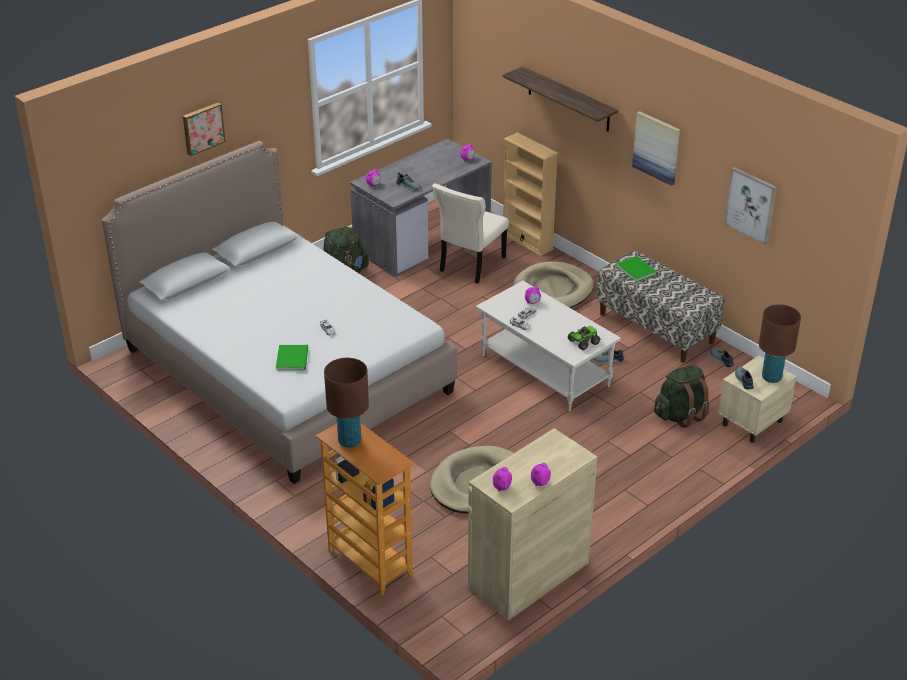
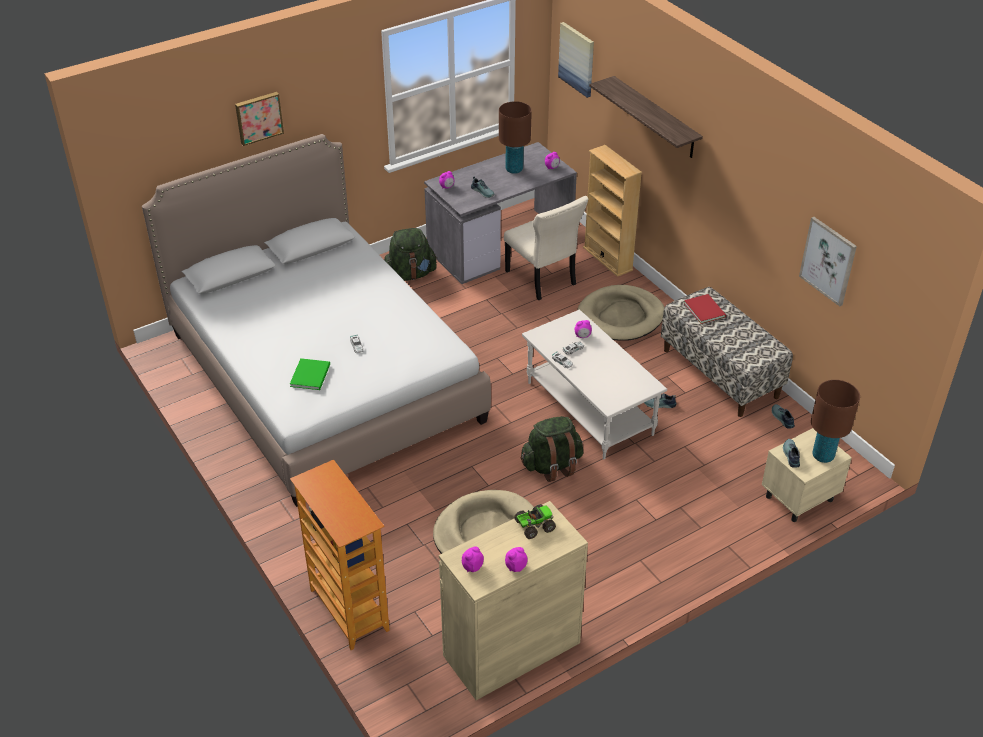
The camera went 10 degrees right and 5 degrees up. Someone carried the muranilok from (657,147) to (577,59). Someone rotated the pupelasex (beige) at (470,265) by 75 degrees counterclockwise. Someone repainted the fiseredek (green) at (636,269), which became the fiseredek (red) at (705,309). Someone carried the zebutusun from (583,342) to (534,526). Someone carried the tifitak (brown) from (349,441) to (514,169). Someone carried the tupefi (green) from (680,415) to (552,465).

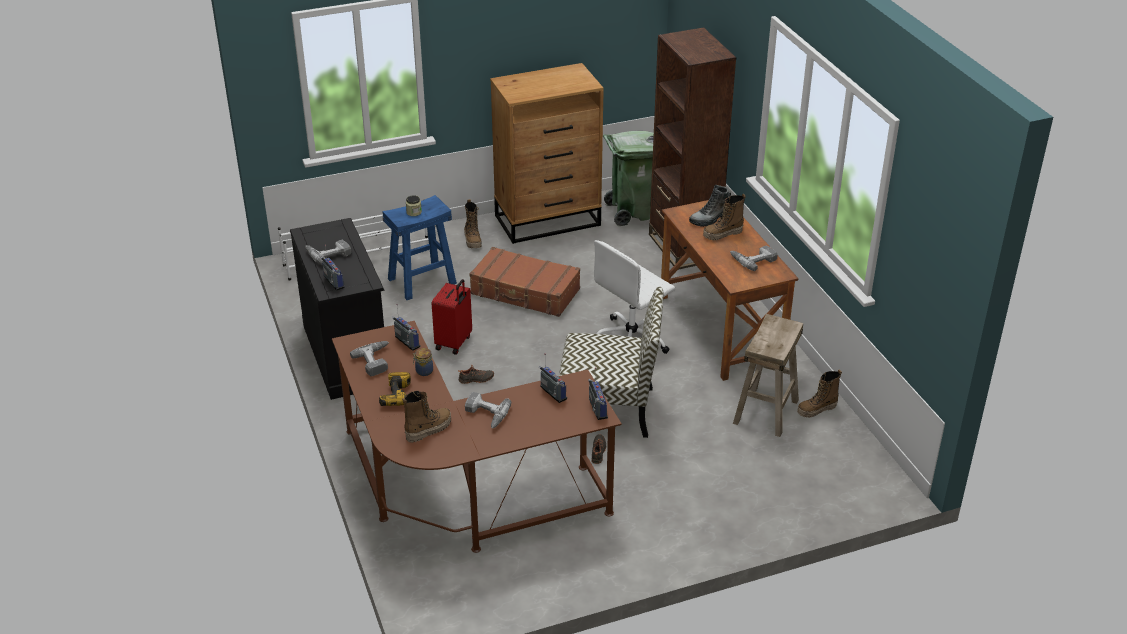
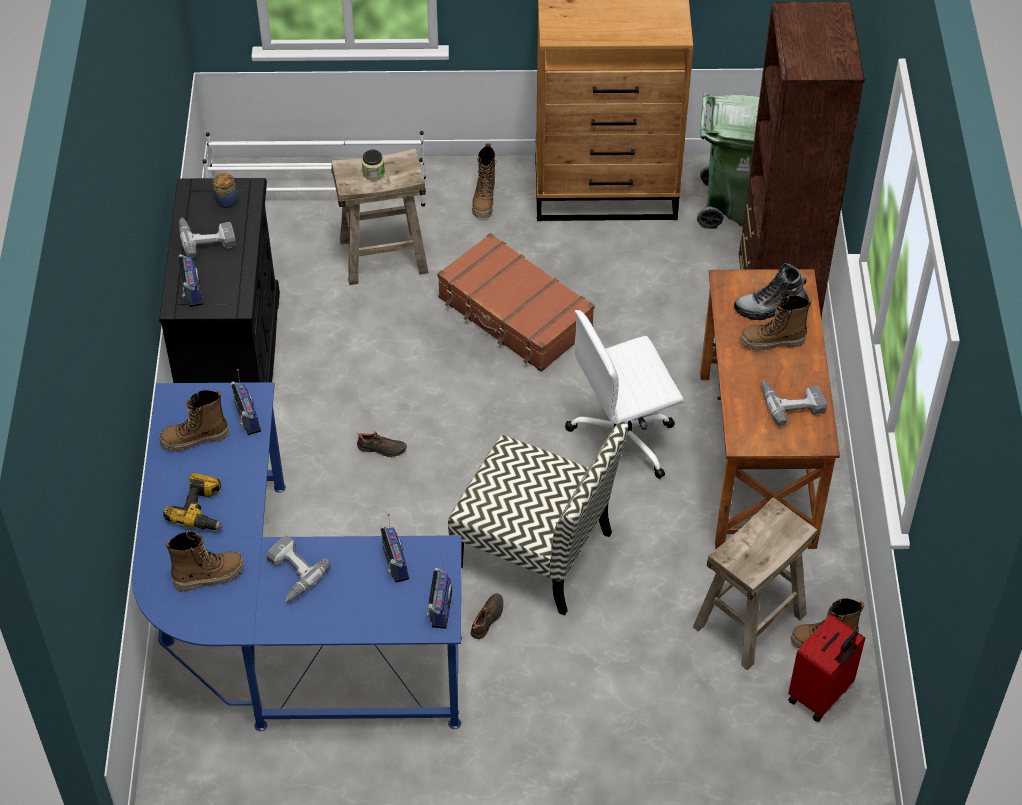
The camera went 20 degrees right and 15 degrees up. Someone repainted the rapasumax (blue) at (422,281), which became the rapasumax (beige) at (384,256). Someone carried the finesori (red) from (454,343) to (821,695). Someone repainted the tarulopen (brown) at (460,492), which became the tarulopen (blue) at (280,629). Someone swapped the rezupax at (376,361) for the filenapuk at (195,439). Someone carried the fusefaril from (423,371) to (226,200).

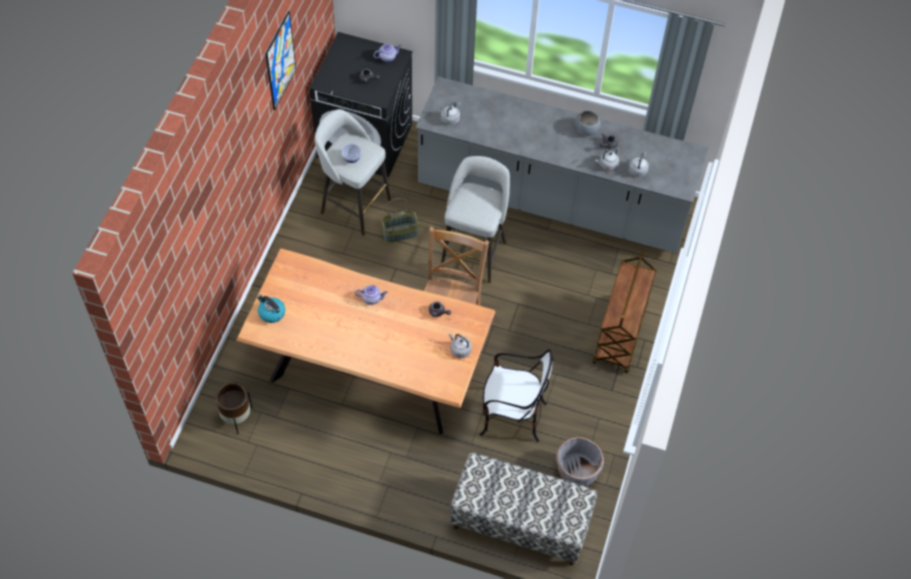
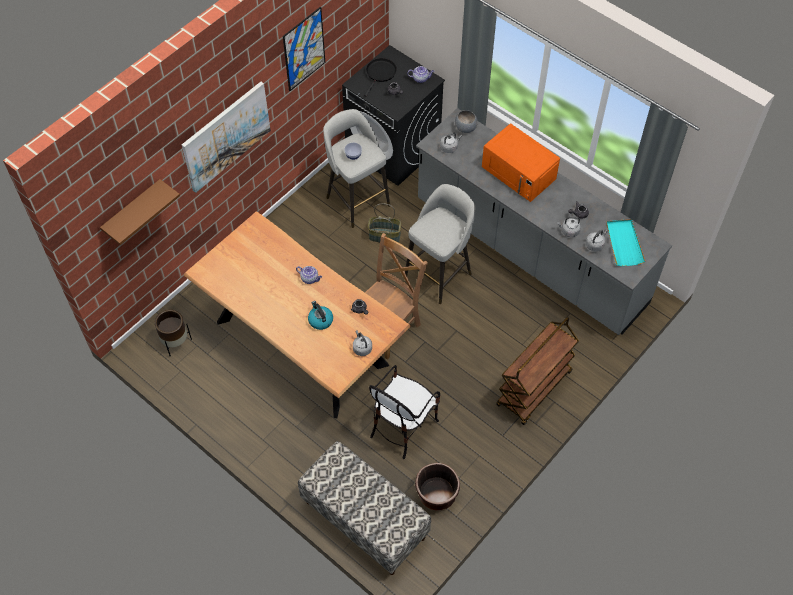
The camera went 25 degrees right and 0 degrees up. Someone carried the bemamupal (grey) from (587,130) to (465,128). Someone carried the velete from (271,313) to (320,320). Someone rotated the pupelasex at (512,417) by 90 degrees clockwise. Someone repainted the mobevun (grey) at (577,471), which became the mobevun (brown) at (436,494). Someone put down the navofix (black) at (380,73). Someone put up the muranilok at (226,136). Someone put down the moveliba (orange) at (519,173). Someone put up the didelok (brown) at (133,211). Someone put down the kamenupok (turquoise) at (623,243).

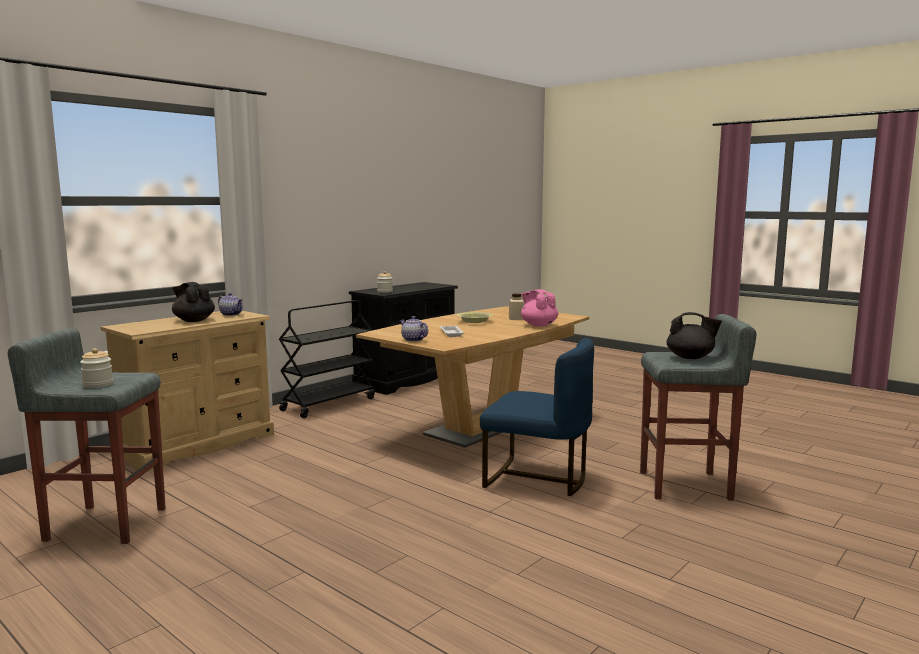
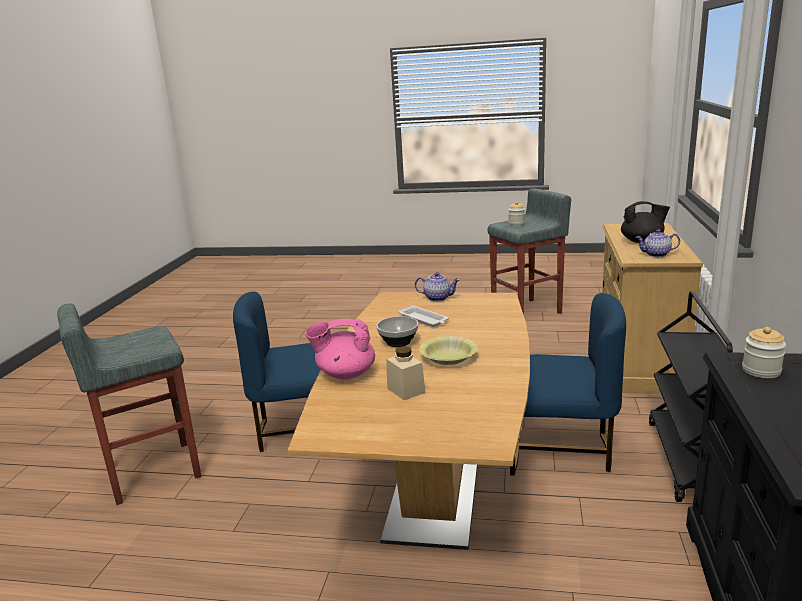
The camera went 150 degrees right and 10 degrees up. Someone rotated the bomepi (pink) at (538,325) by 150 degrees clockwise. Someone took away the bomepi (black) at (691,357). Someone put down the pupelasex (blue) at (559,450). Someone put down the bemamupal at (398,342).

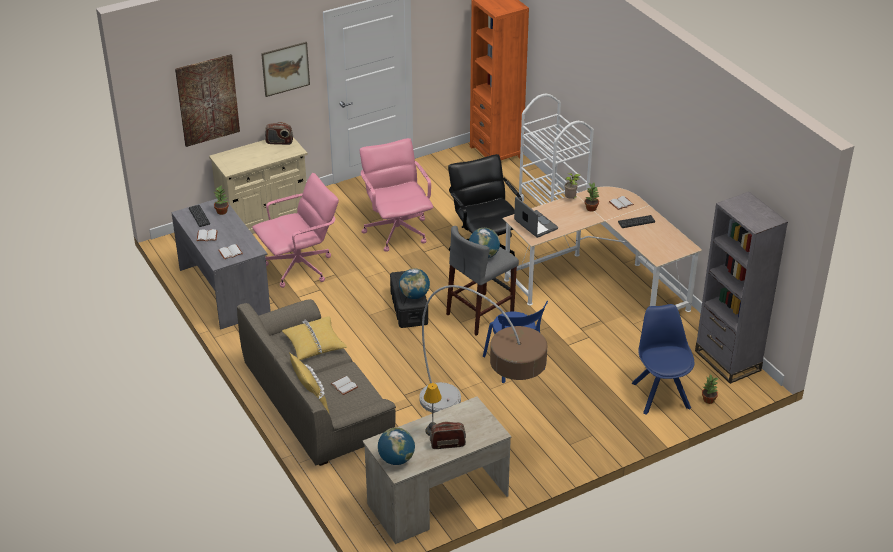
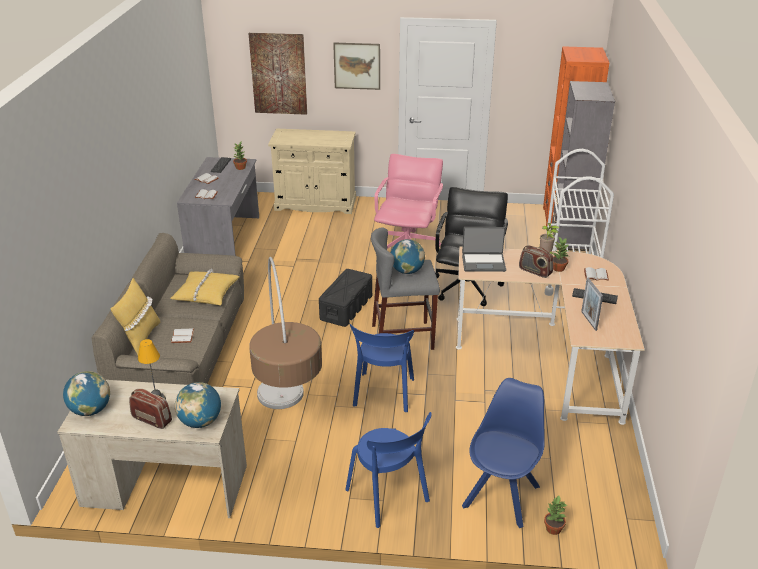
The camera went 35 degrees right and 5 degrees down. Someone carried the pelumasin from (279,142) to (535,271). Someone took away the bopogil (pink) at (300,268). Someone carried the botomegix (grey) from (727,360) to (569,245). Someone rotated the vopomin at (535,225) by 90 degrees clockwise. Someone carried the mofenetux from (414,295) to (200,422). Someone put down the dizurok at (589,321). Someone put down the pupelasex (blue) at (389,498).

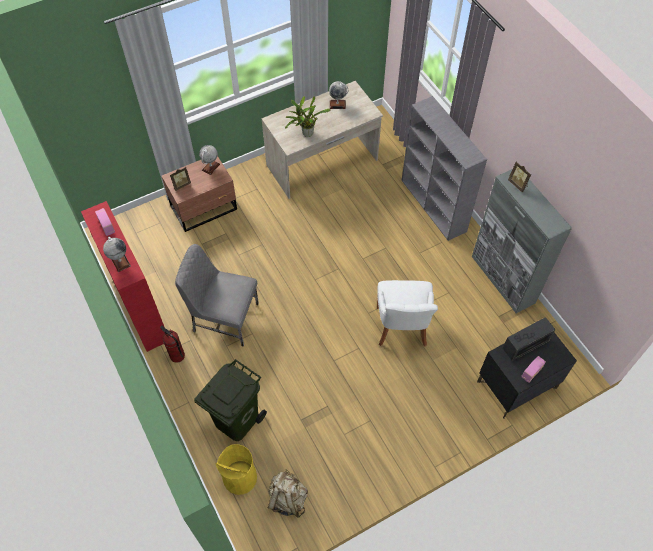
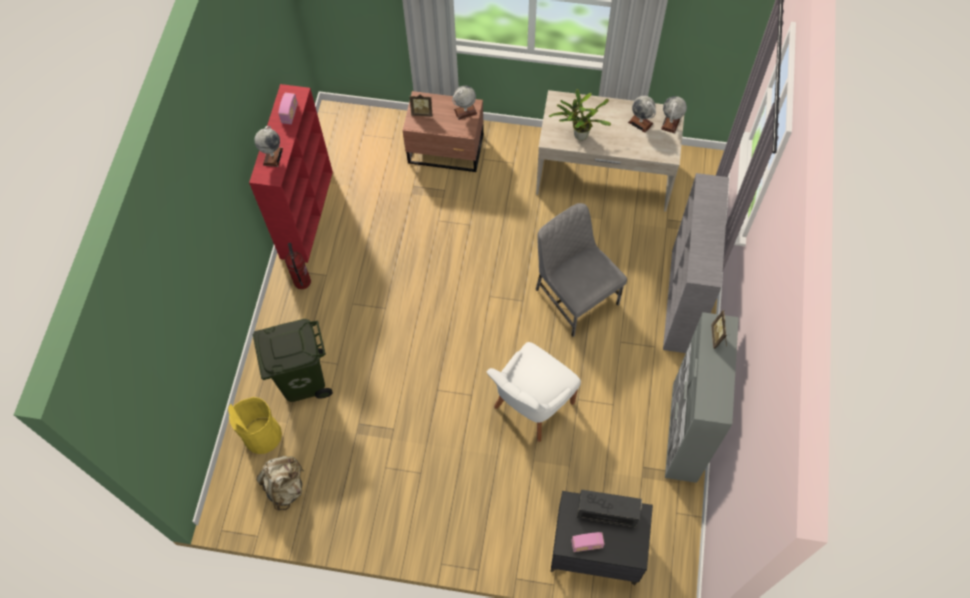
The camera went 40 degrees right and 5 degrees up. Someone carried the pupelasex (grey) from (224,318) to (575,296). Someone put down the mofenetux at (670,123).

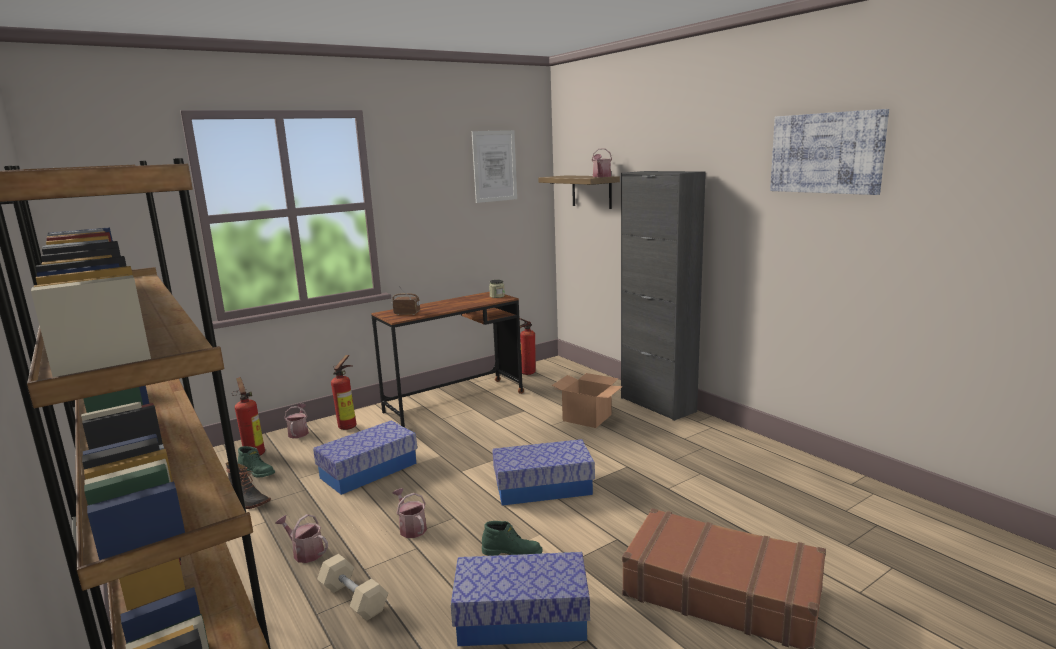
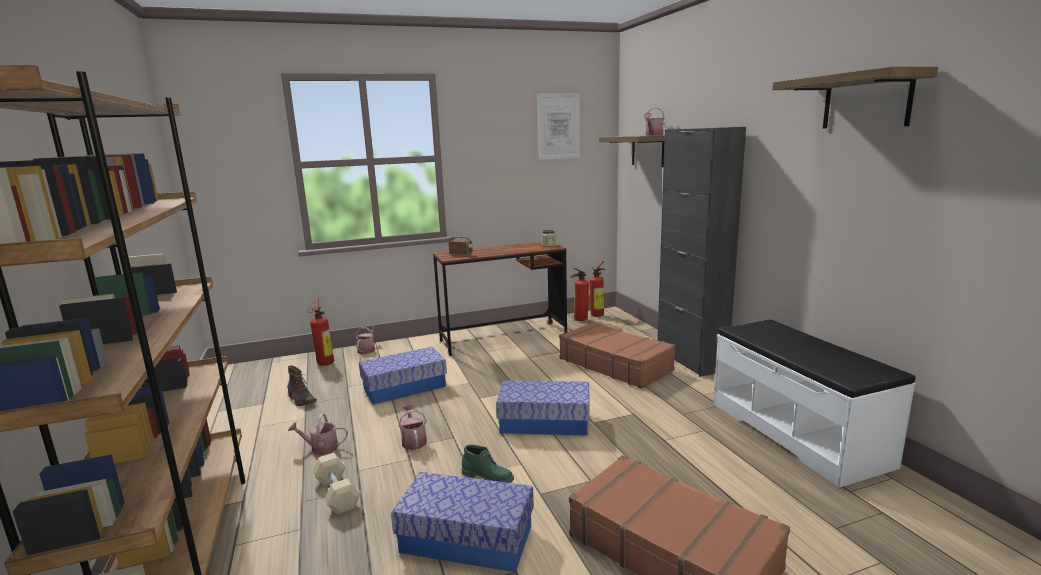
The camera went 15 degrees right and 0 degrees up. Someone swapped the muranilok at (826,153) for the didelok at (866,101). Someone carried the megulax from (349,426) to (598,314). Someone swapped the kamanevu at (586,418) for the finesori (brown) at (615,364). Someone took away the filenapuk (green) at (257,472). Someone rotated the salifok at (305,552) by 45 degrees counterclockwise. Someone put down the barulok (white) at (797,432).

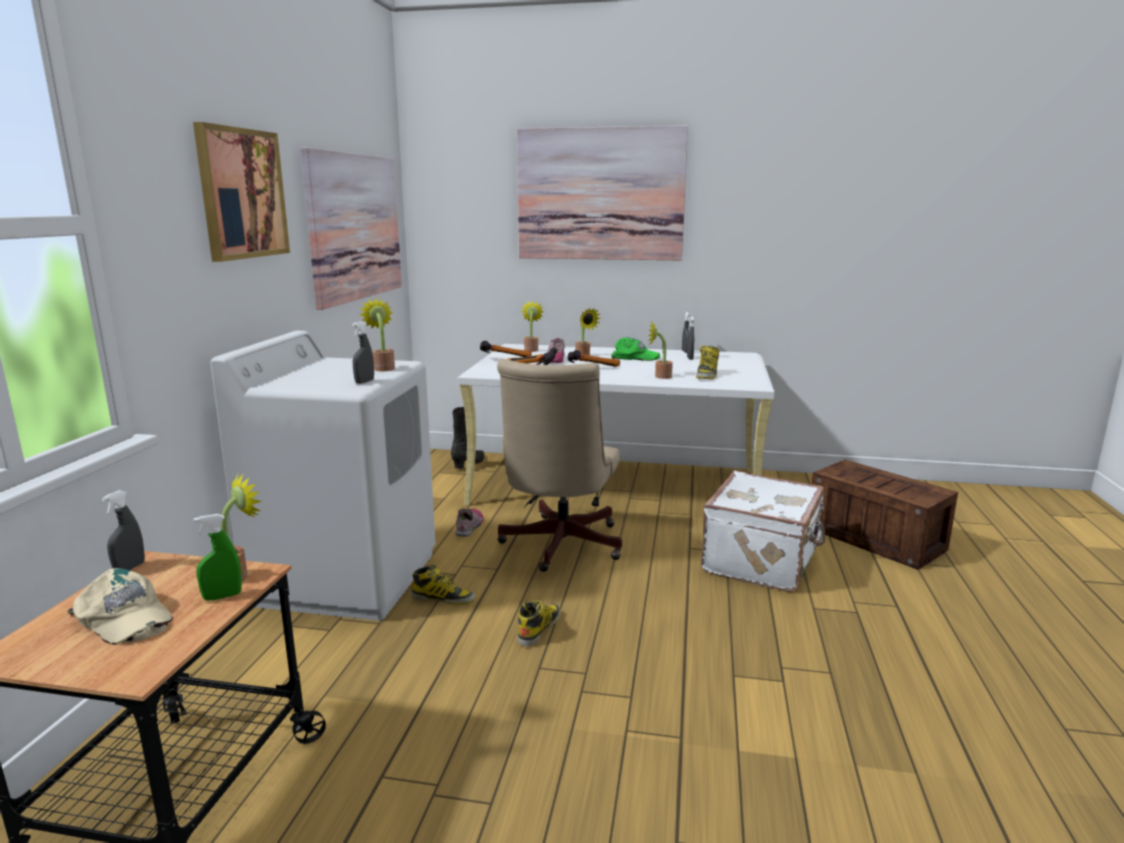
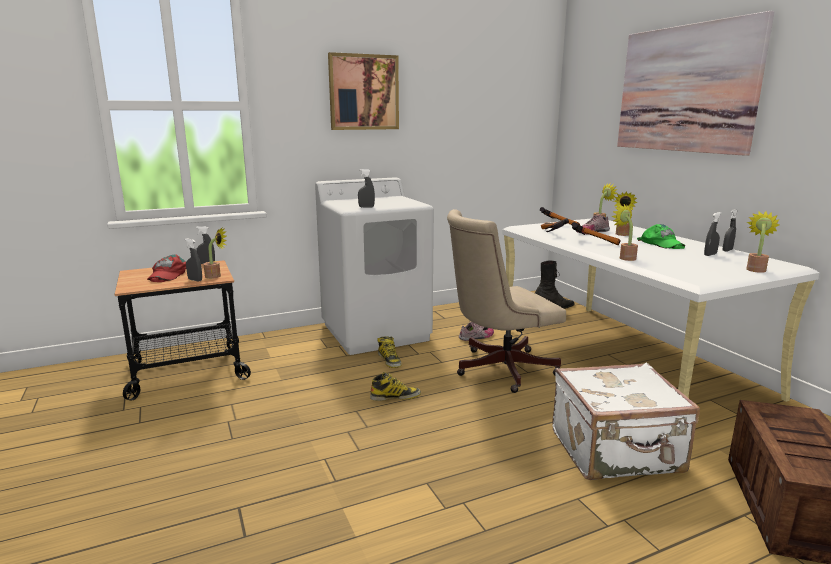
The camera went 55 degrees right and 0 degrees up. Someone took away the muranilok at (355,227). Someone carried the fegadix from (383,368) to (755,269). Someone took away the filenapuk at (707,375). Someone repainted the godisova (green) at (222,596), which became the godisova (grey) at (195,280). Someone repainted the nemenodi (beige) at (123,618), which became the nemenodi (red) at (167,275).

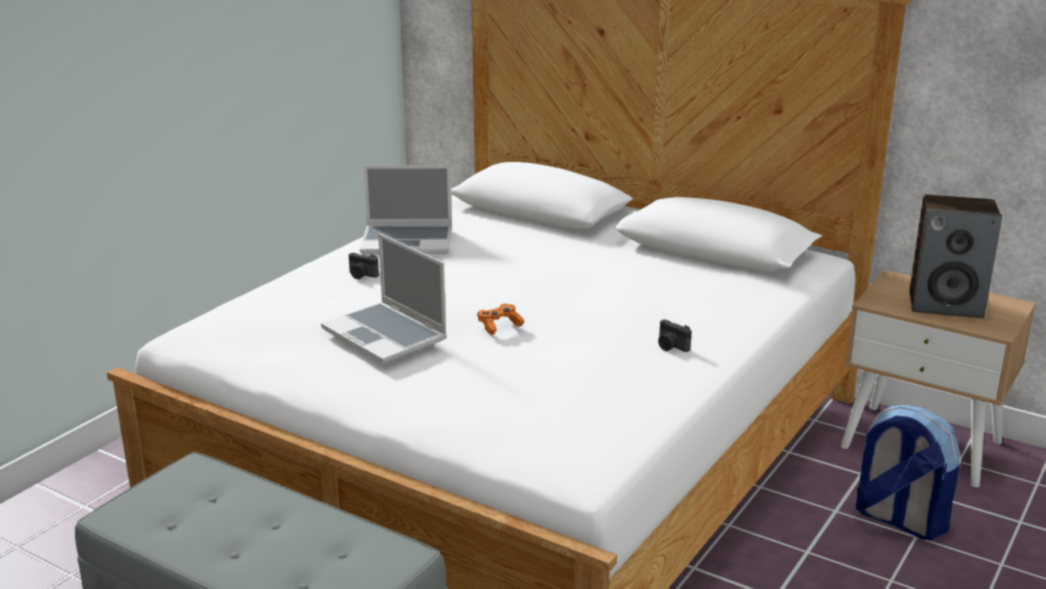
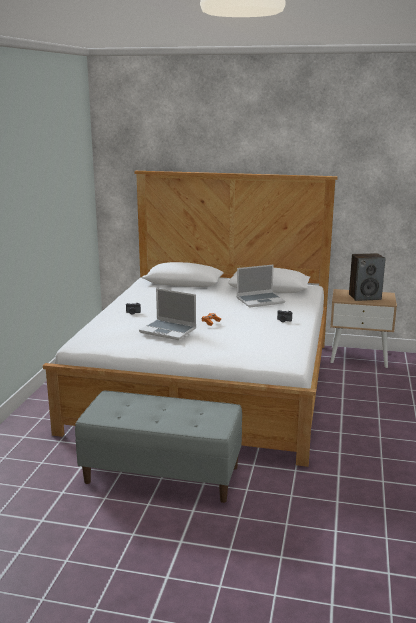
The camera went 20 degrees left and 5 degrees down. Someone carried the vopomin from (408,241) to (260,300). Someone took away the tupefi at (898,519).

